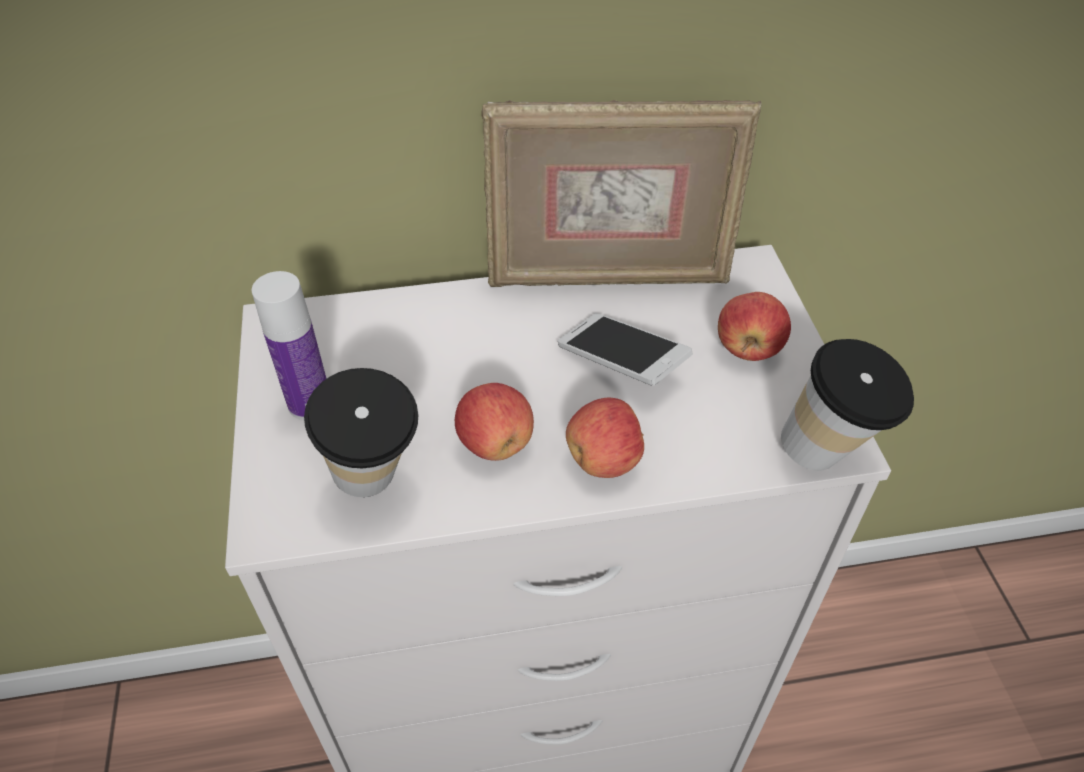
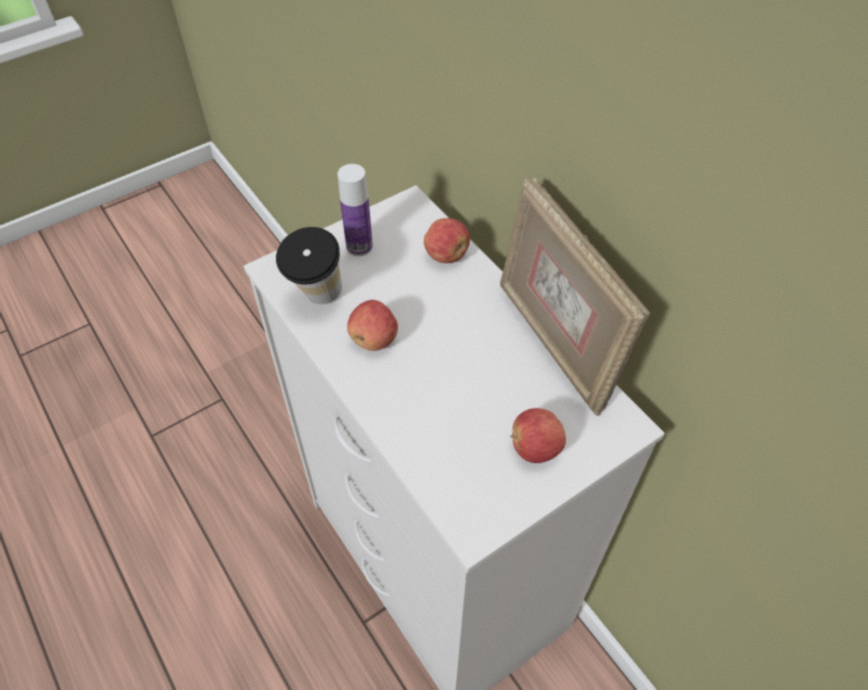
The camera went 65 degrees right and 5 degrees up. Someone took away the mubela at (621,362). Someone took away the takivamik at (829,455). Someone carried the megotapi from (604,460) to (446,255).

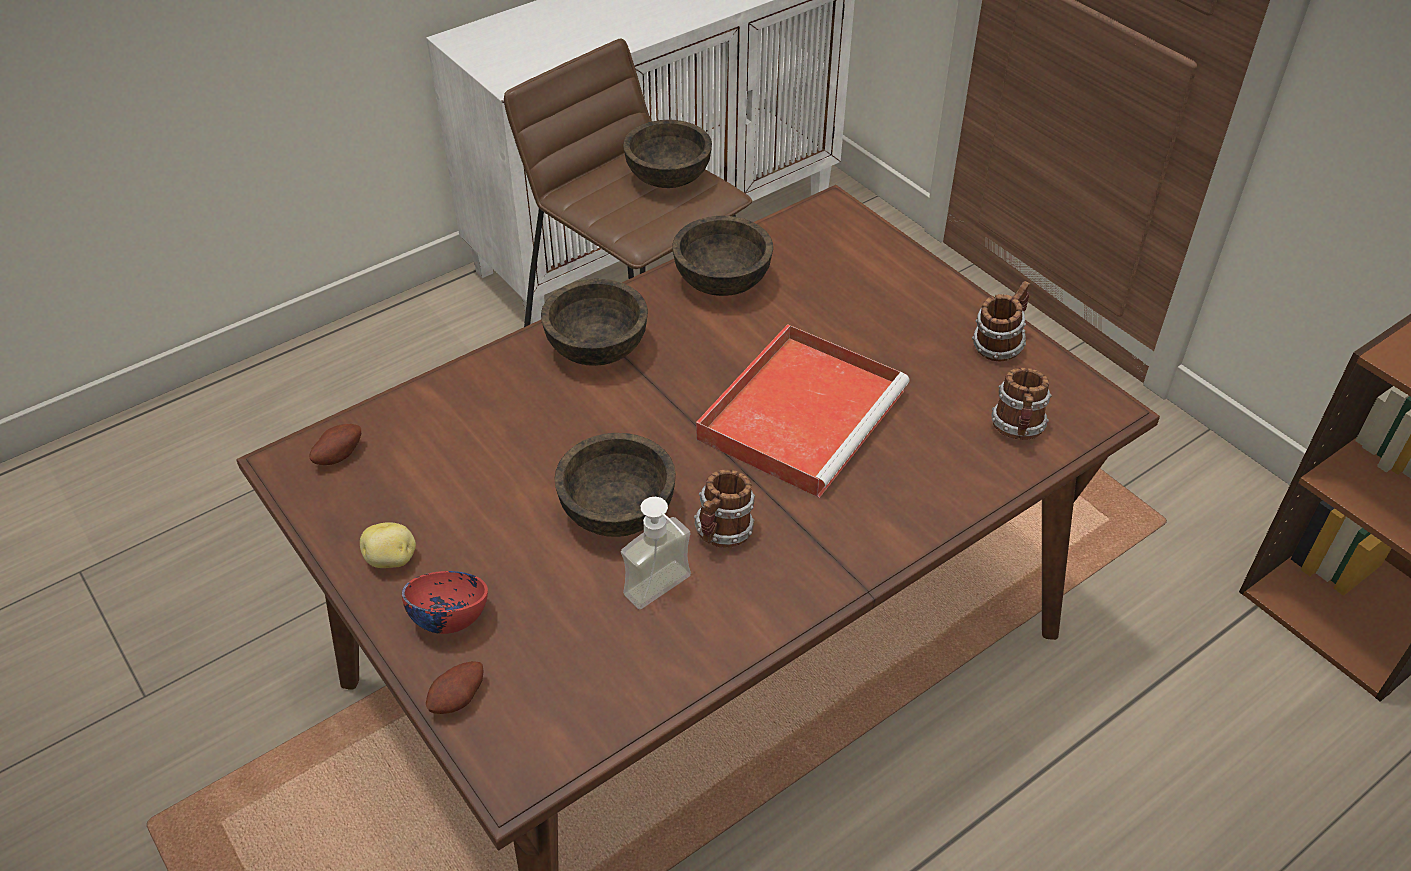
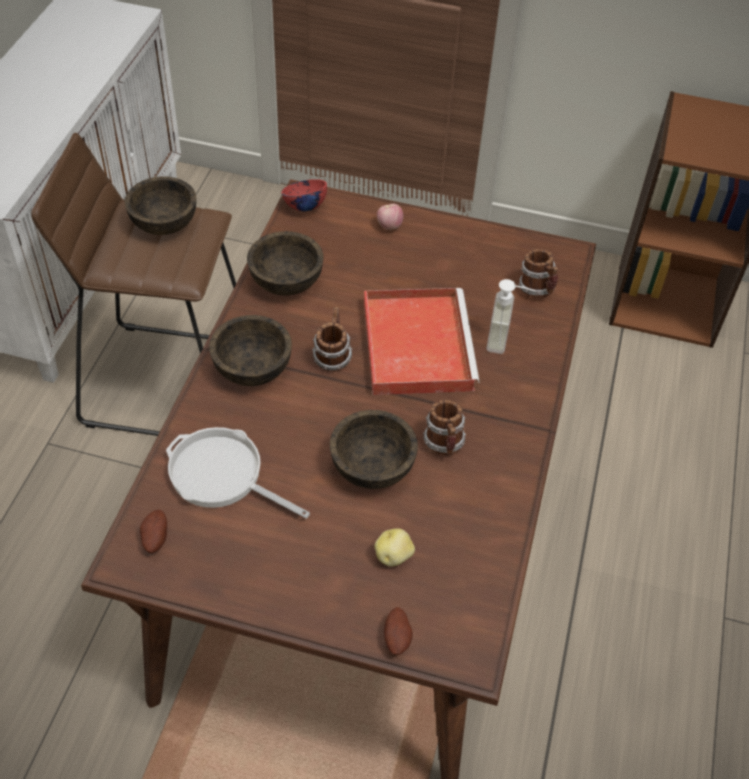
The camera went 40 degrees left and 5 degrees up. Someone carried the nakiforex from (998,345) to (332,357). Someone carried the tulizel from (666,594) to (506,339). Someone carried the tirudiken from (392,560) to (394,556). Someone carried the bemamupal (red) from (450,617) to (304,206). Someone put down the megotapi at (389,226). Someone put down the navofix at (222,475).

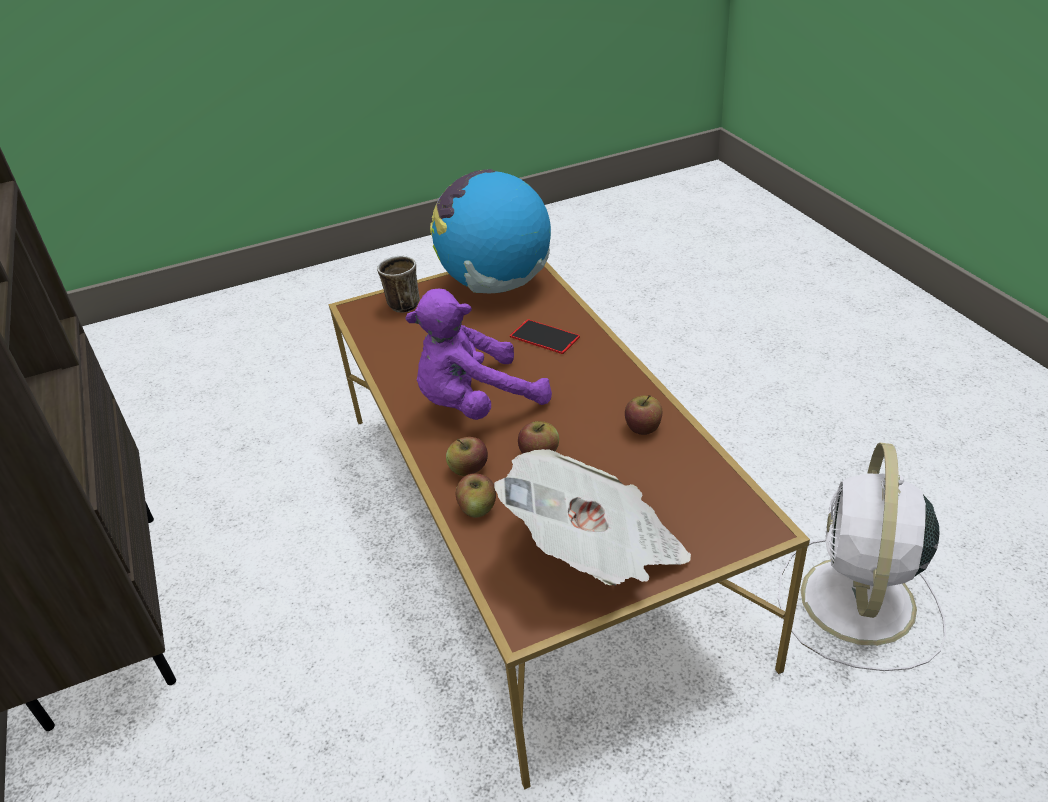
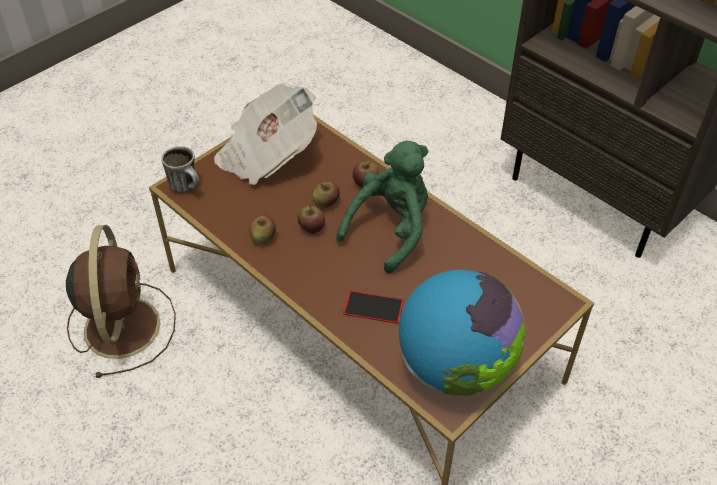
The camera went 155 degrees right and 10 degrees up. Someone carried the nakiforex from (400,303) to (187,187). Someone repainted the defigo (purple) at (476,404), which became the defigo (green) at (391,229). Someone repainted the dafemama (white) at (857,604), which became the dafemama (brown) at (122,324). Someone carried the megotapi from (477,508) to (311,227).

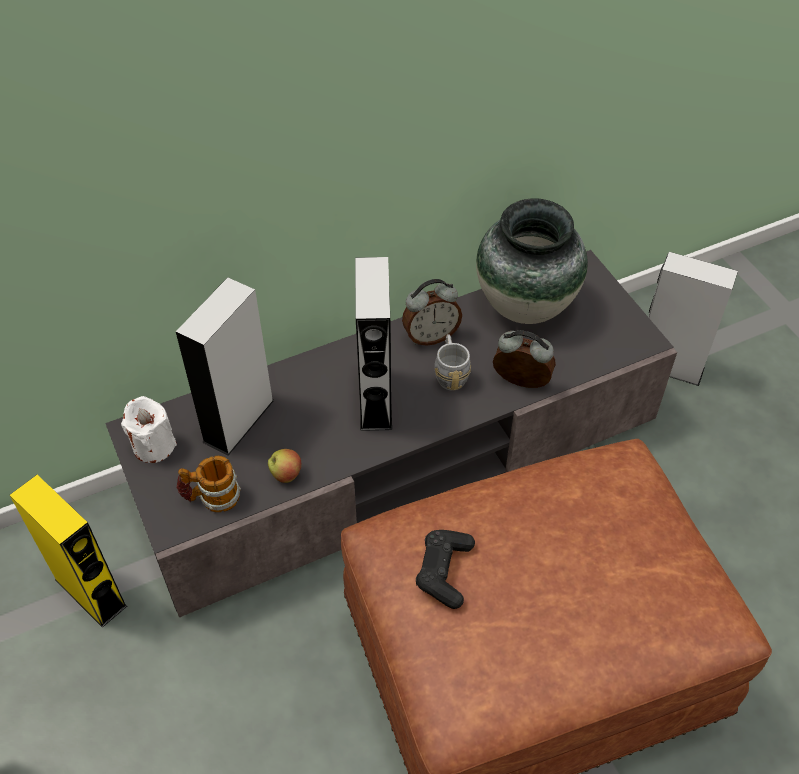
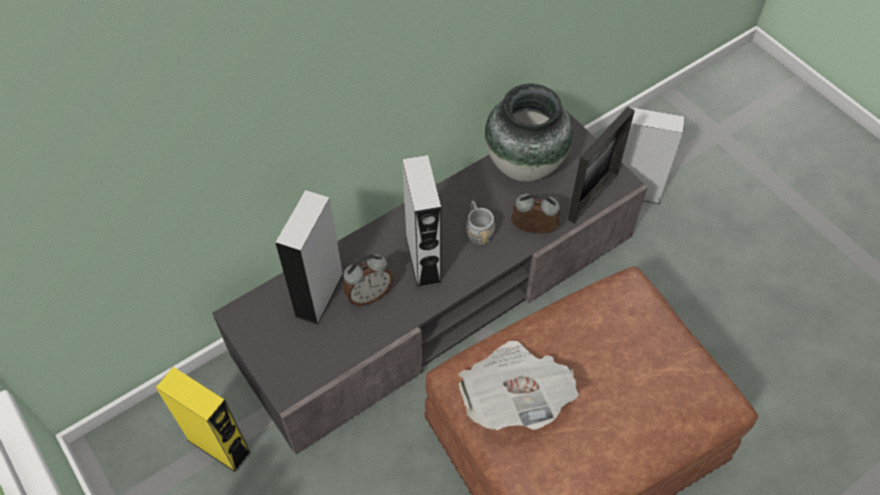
The camera went 10 degrees left and 5 degrees up. Someone carried the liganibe from (430,336) to (368,295). Someone took away the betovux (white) at (153,446). Someone took away the megotapi at (286,474). Someone took away the nakiforex at (211,497). Someone swapped the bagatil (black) at (444,572) for the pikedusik at (513,396). Someone put down the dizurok at (592,196).

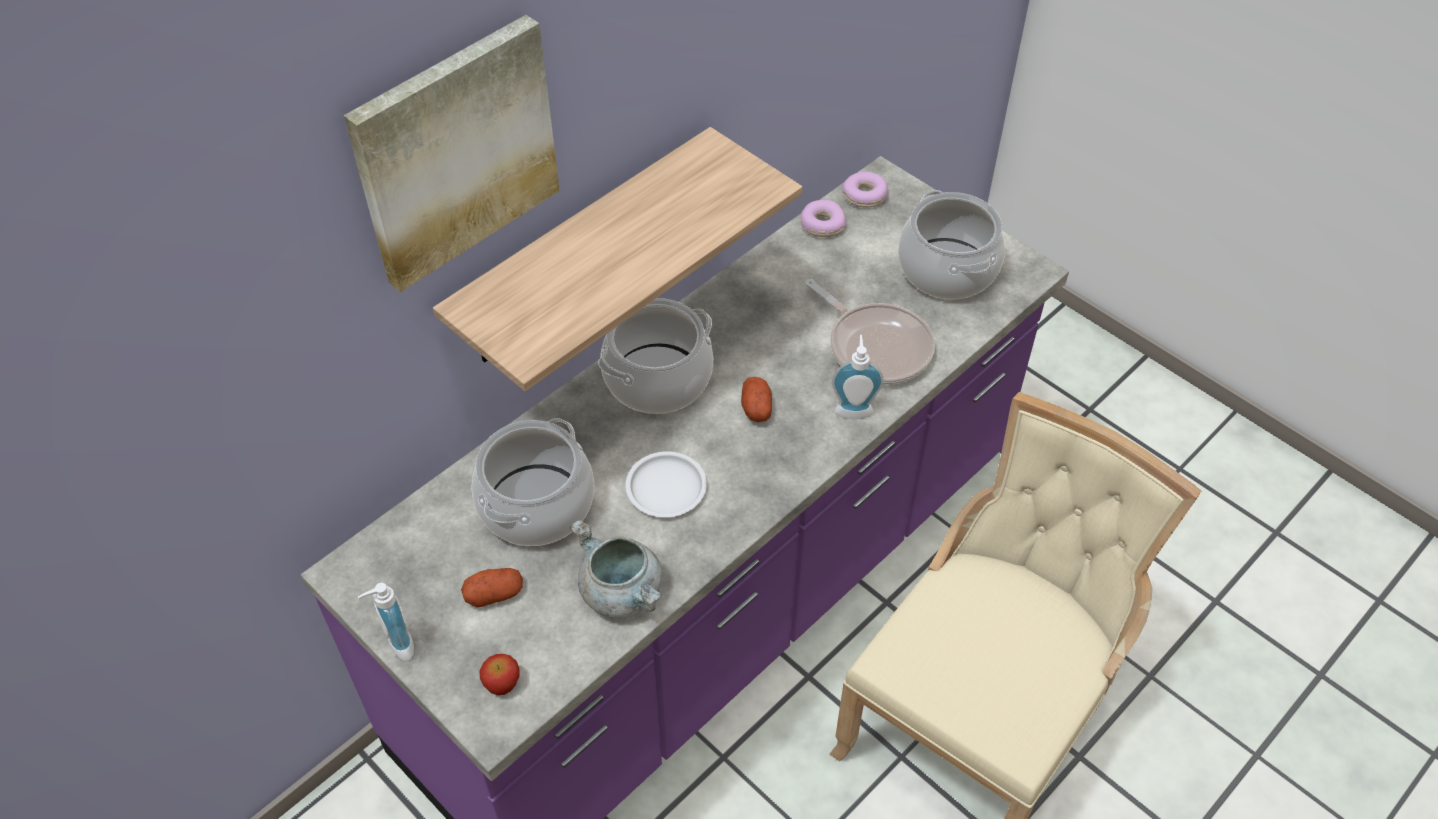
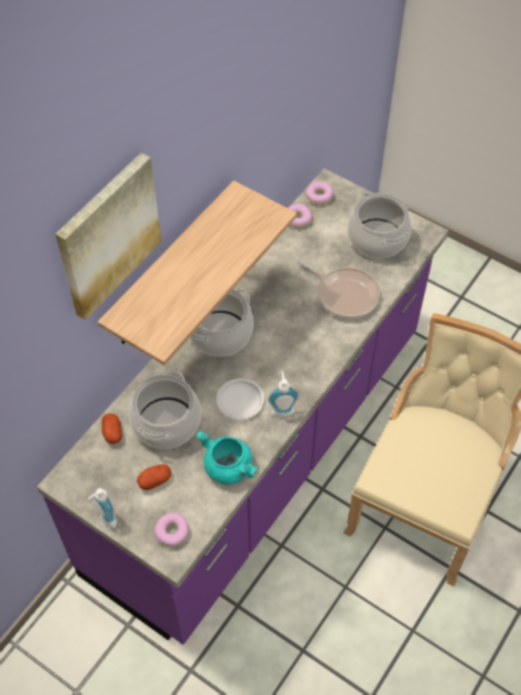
The camera went 10 degrees left and 5 degrees up. Someone carried the tulizel from (853,408) to (282,409). Someone carried the tirudiken from (756,407) to (112,432). Someone repainted the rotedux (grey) at (622,592), which became the rotedux (turquoise) at (229,467). Someone swapped the megotapi at (502,683) for the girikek at (172,532).

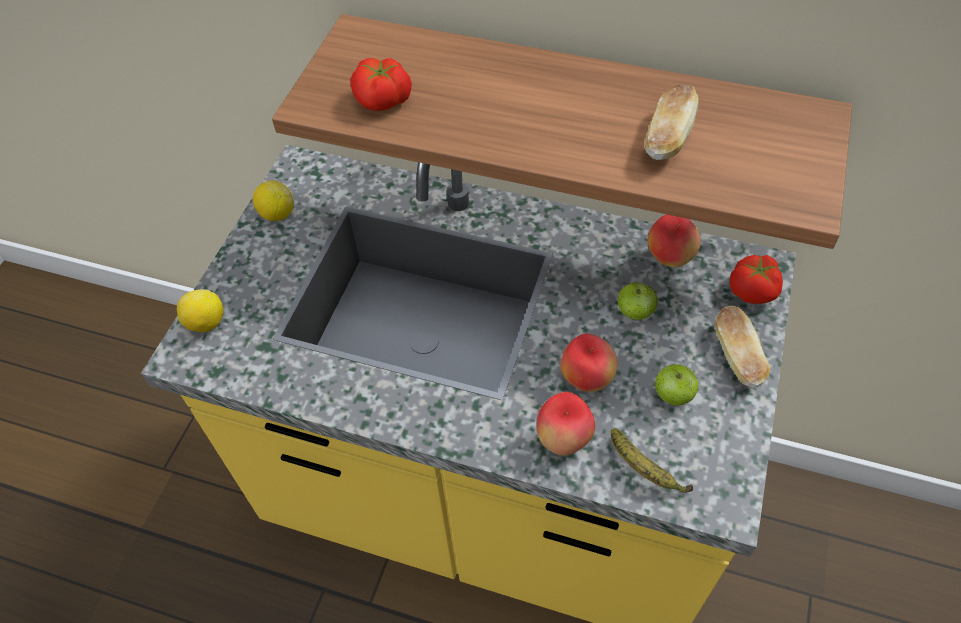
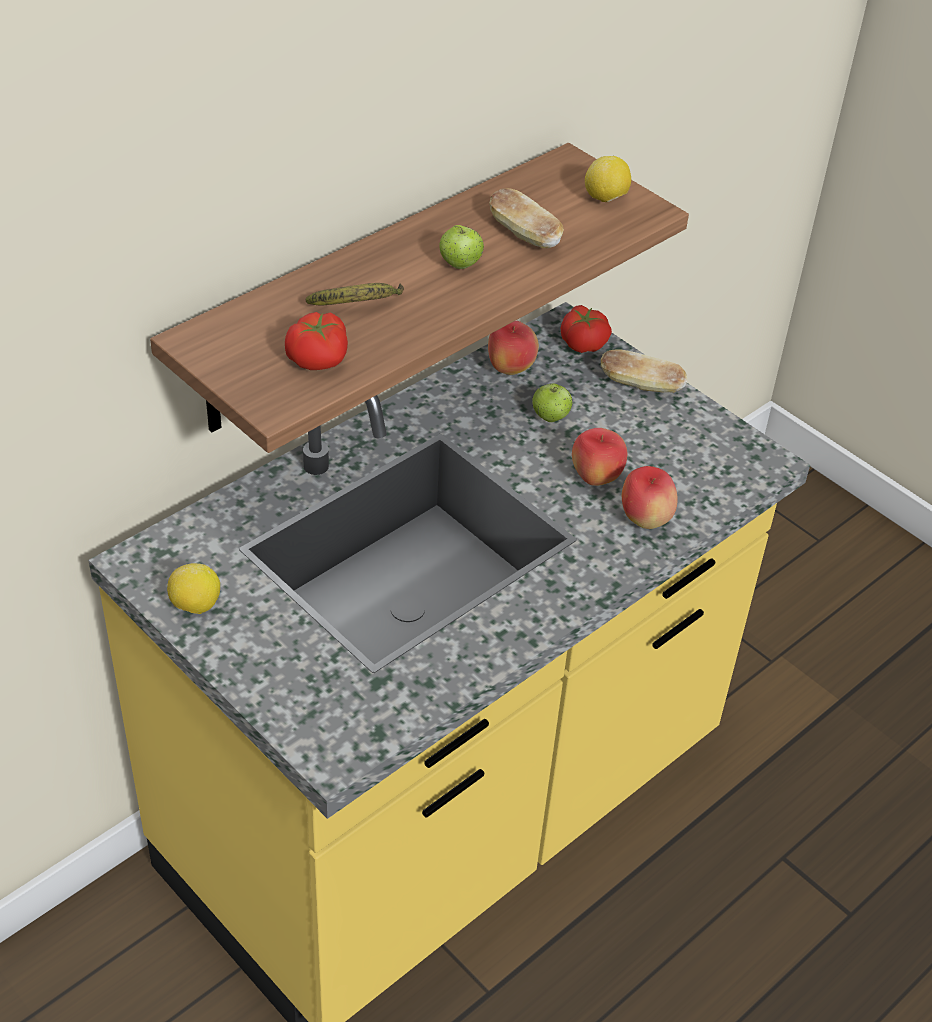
The camera went 65 degrees left and 10 degrees down. Someone carried the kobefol from (206,323) to (606,199). Someone carried the megotapi from (673,395) to (460,265). Someone carried the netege from (645,470) to (358,306).

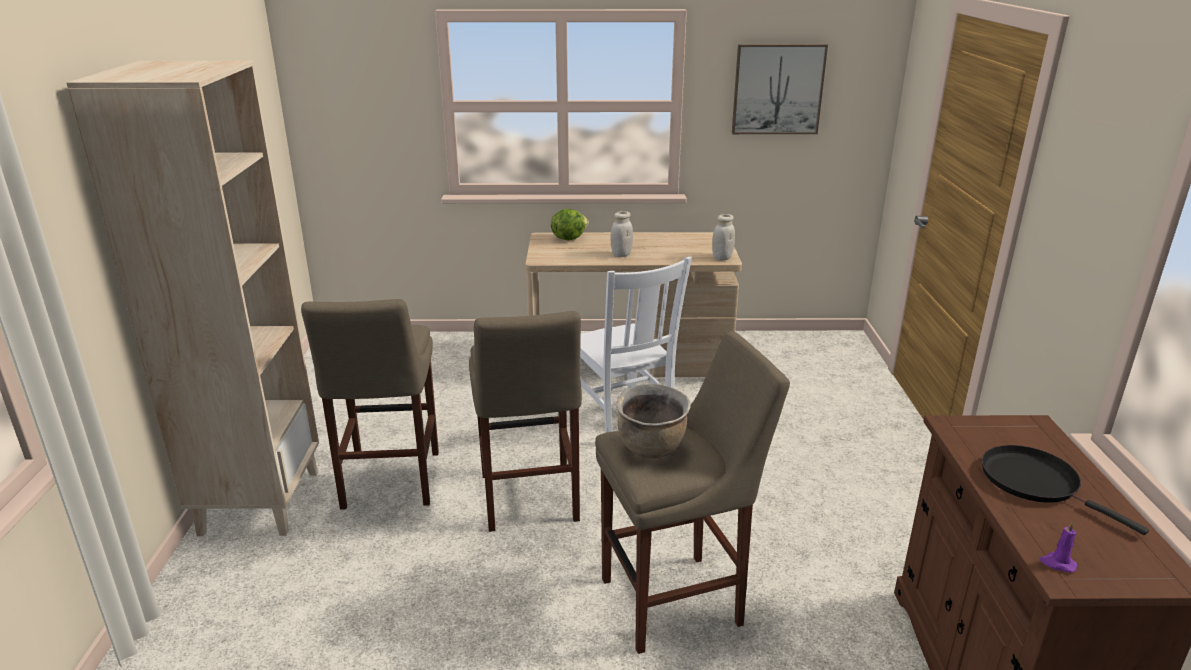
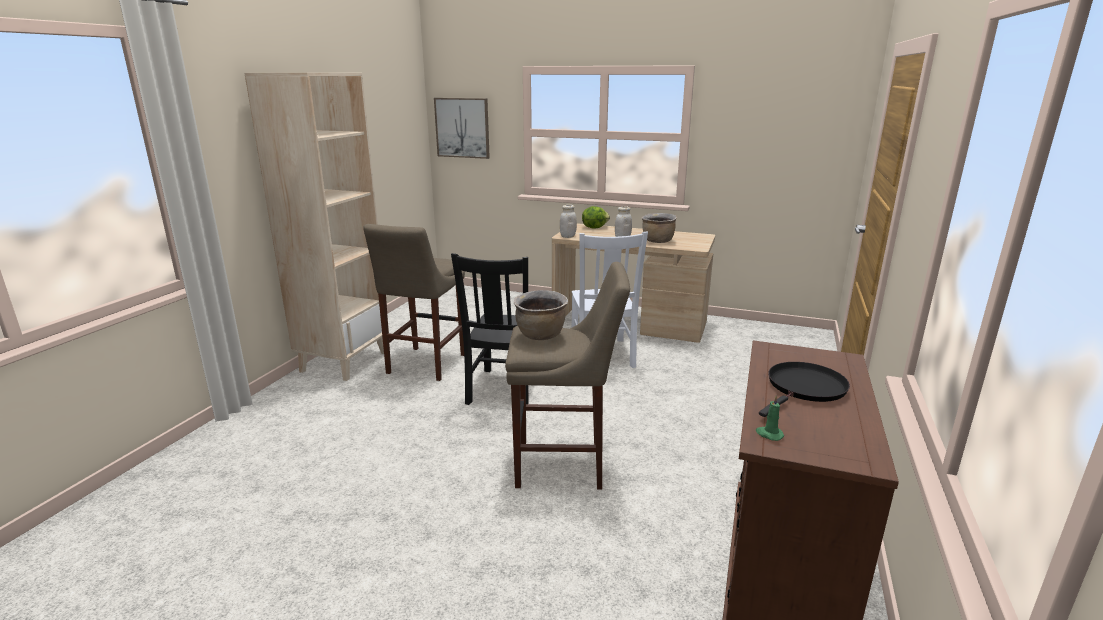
The camera went 20 degrees right and 5 degrees down. Someone carried the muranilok from (777,89) to (462,128). Someone carried the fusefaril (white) from (722,258) to (568,236). Someone swapped the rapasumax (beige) at (529,501) for the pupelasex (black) at (504,390). Someone rotated the navofix (black) at (1035,482) by 60 degrees clockwise. Someone repainted the betovux (purple) at (1057,563), which became the betovux (green) at (769,434). Someone put down the rotedux (brown) at (657,241).

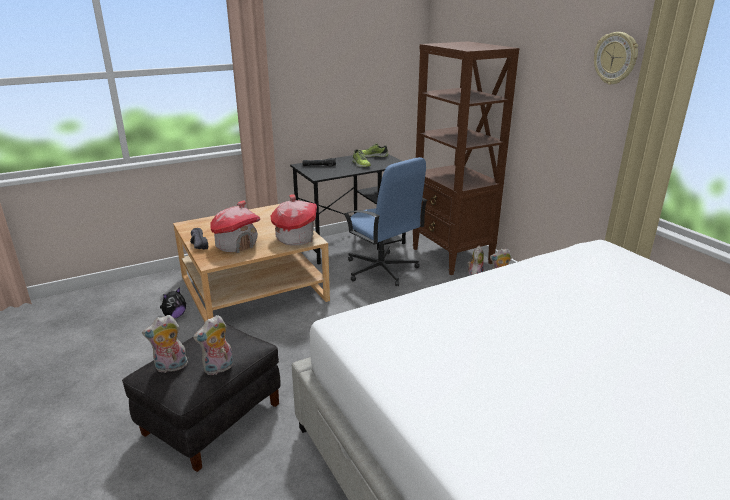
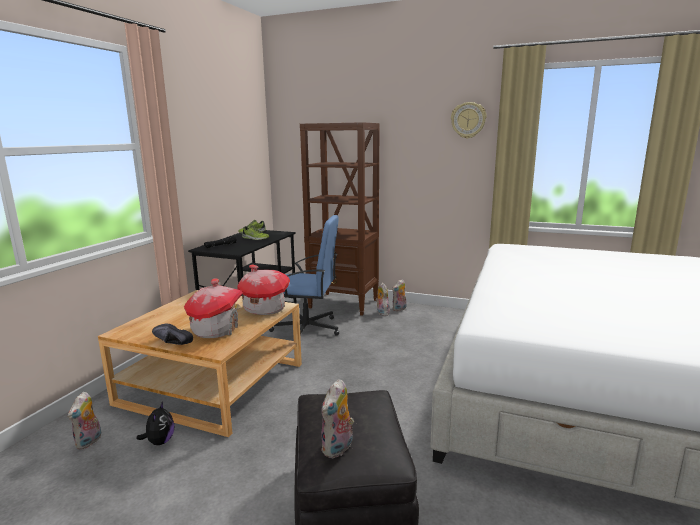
The camera went 40 degrees left and 10 degrees down. Someone carried the defigo from (218,369) to (89,442).

